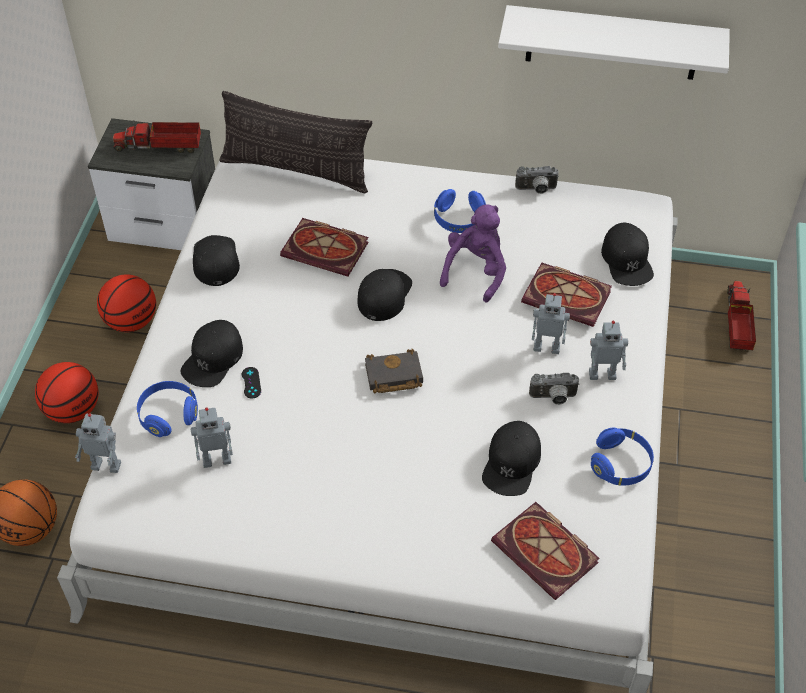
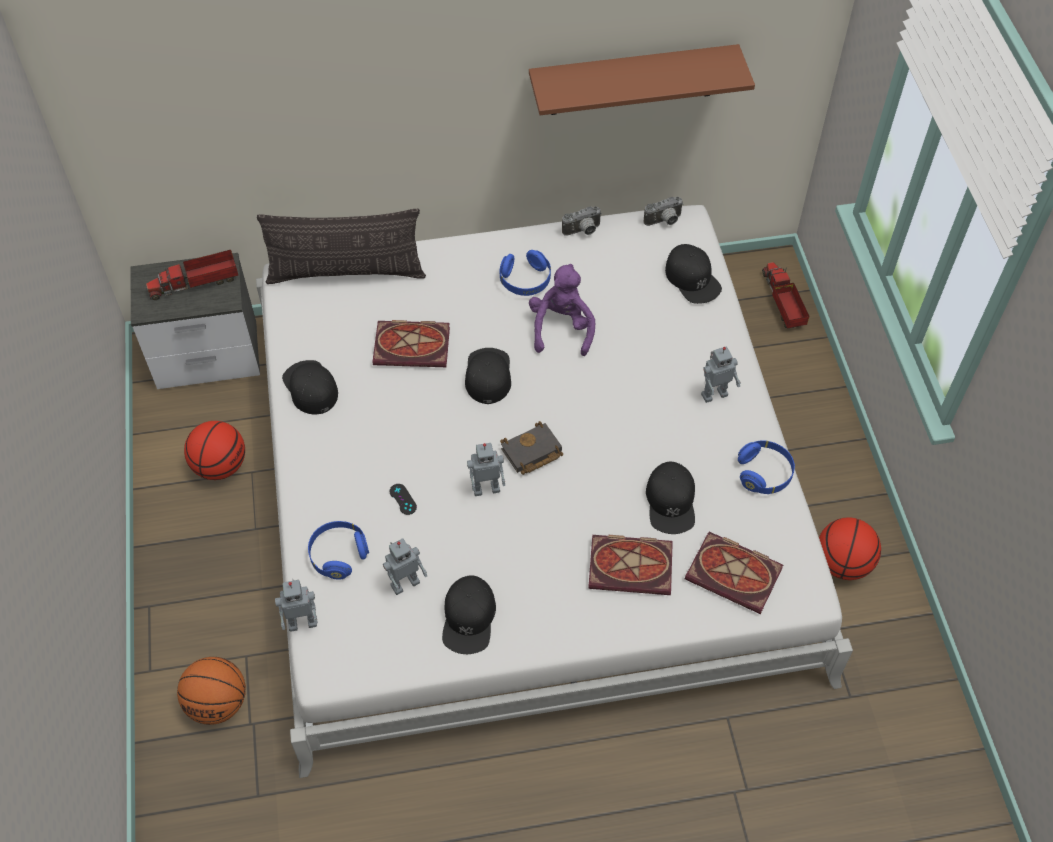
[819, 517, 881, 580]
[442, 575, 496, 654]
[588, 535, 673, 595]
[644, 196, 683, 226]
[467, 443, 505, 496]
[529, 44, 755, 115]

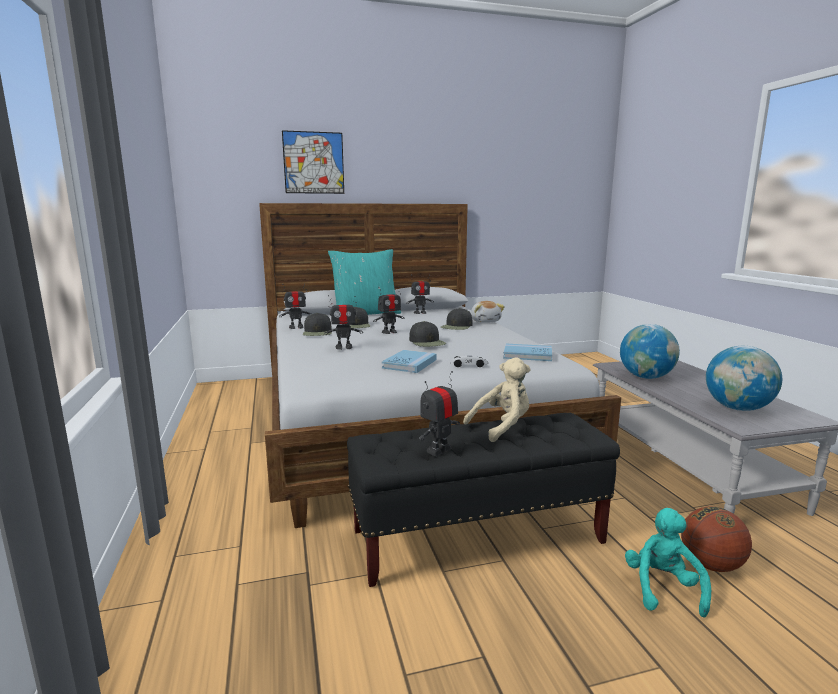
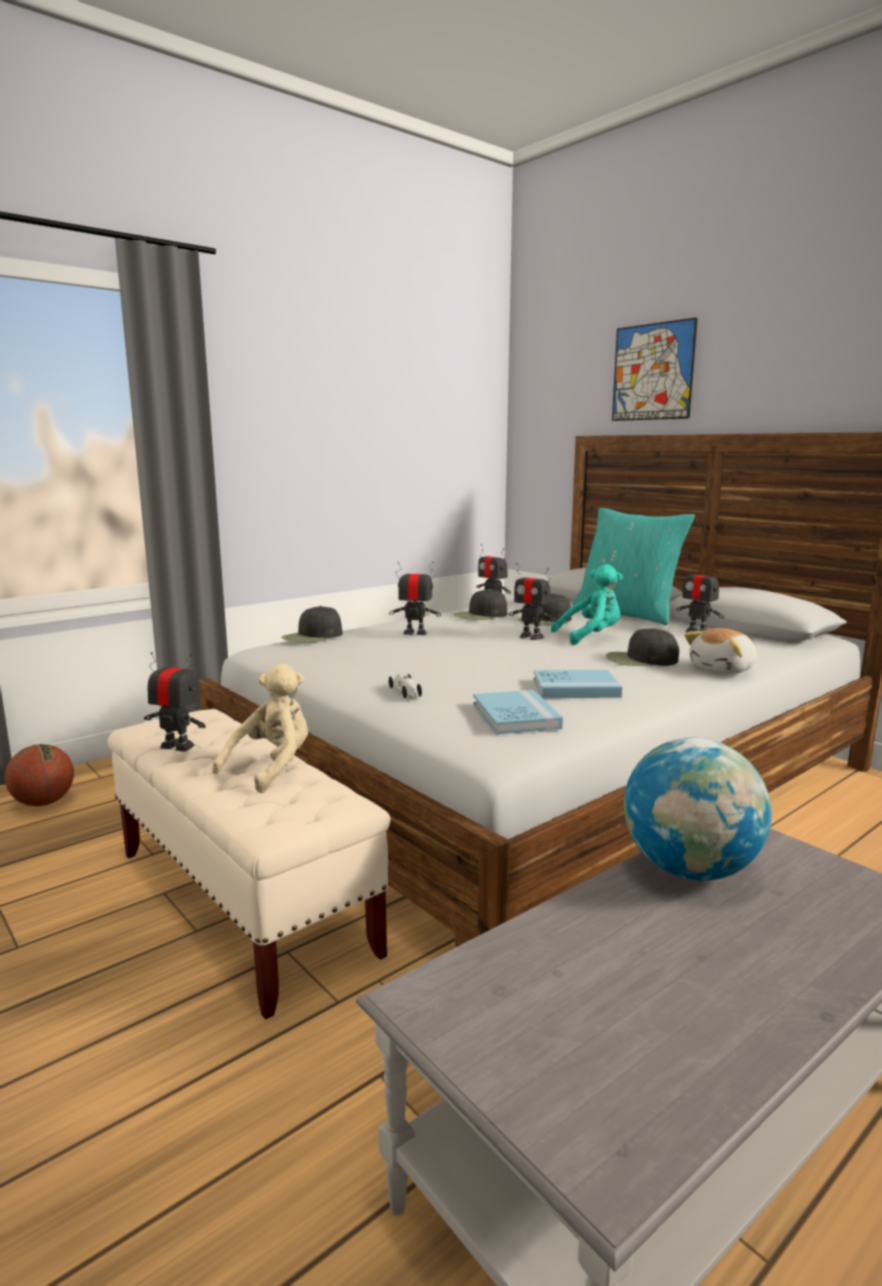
[706, 346, 782, 411] (first image)
[534, 670, 622, 698]
[282, 606, 343, 643]
[551, 564, 623, 645]
[5, 744, 74, 806]
[108, 709, 390, 1020]
[389, 562, 441, 635]
[212, 663, 308, 793]

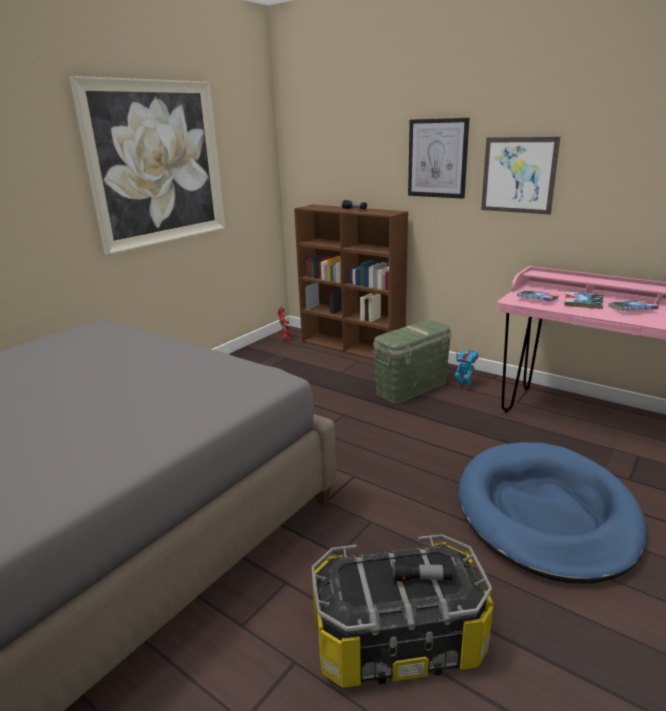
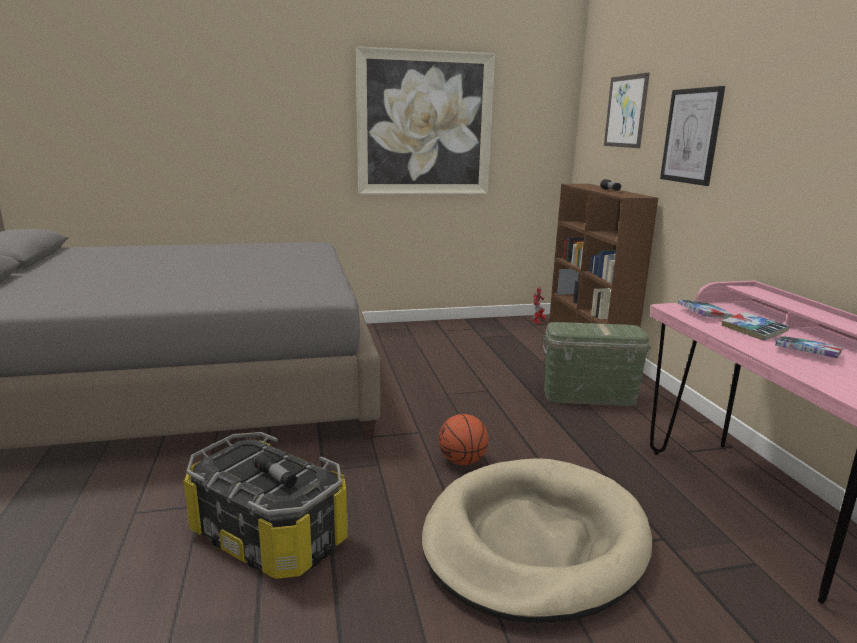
[455, 350, 479, 389] (first image)
[438, 414, 489, 465]
[604, 73, 650, 148]
[422, 458, 652, 623]

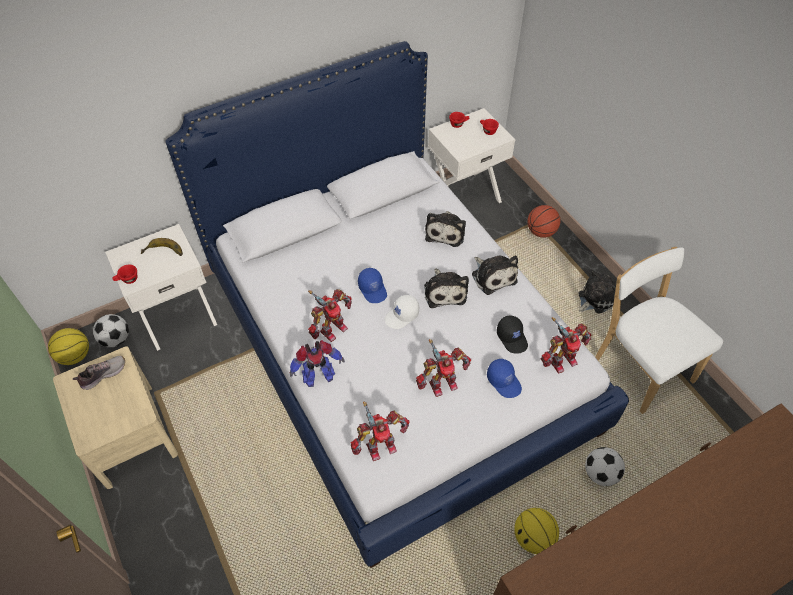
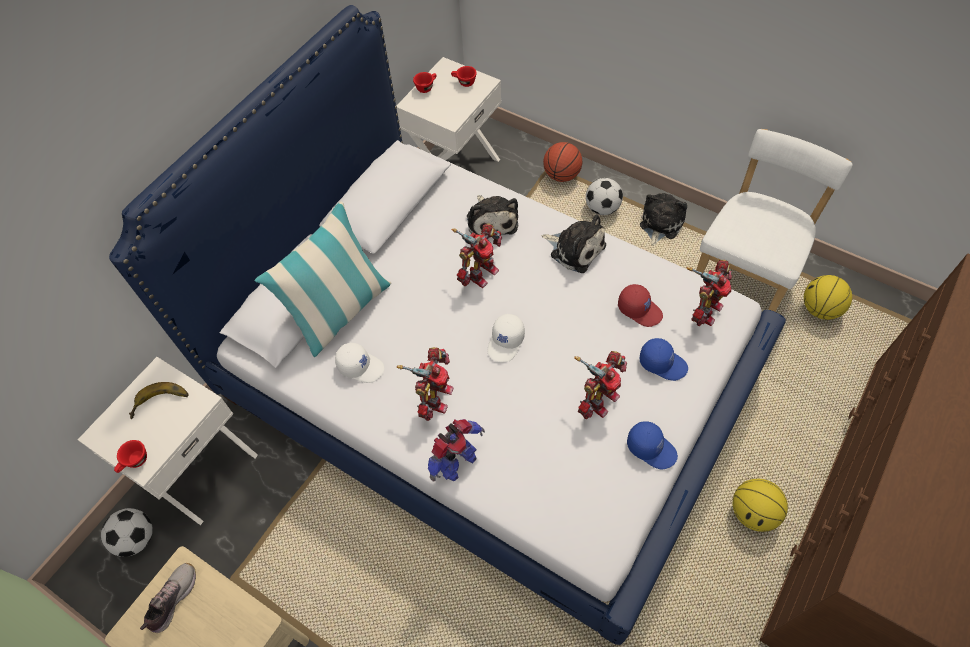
[424, 268, 469, 308] (first image)
[254, 202, 391, 357]
[335, 343, 384, 383]
[804, 275, 852, 320]
[452, 224, 502, 288]
[627, 421, 678, 470]
[586, 178, 623, 215]
[618, 284, 663, 327]
[695, 129, 852, 312]

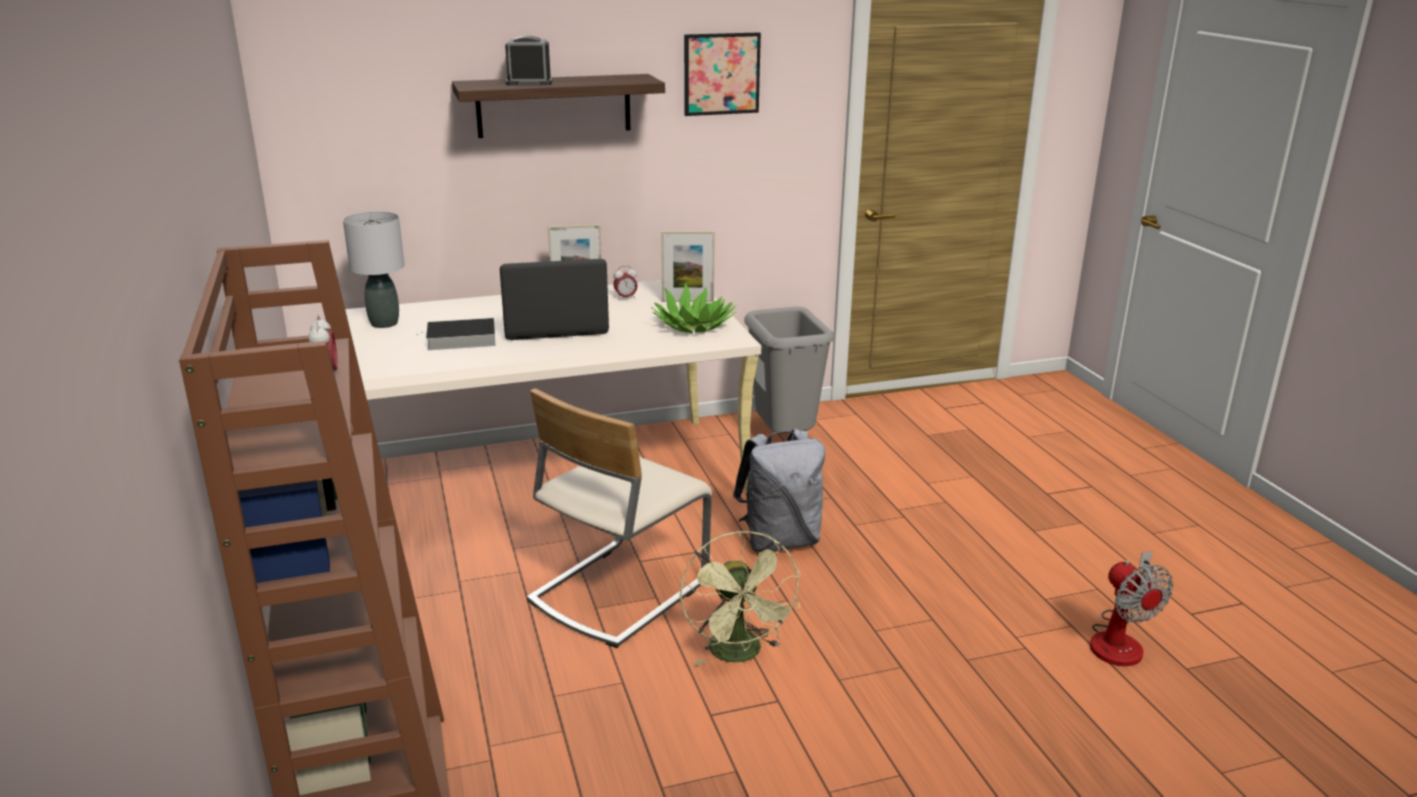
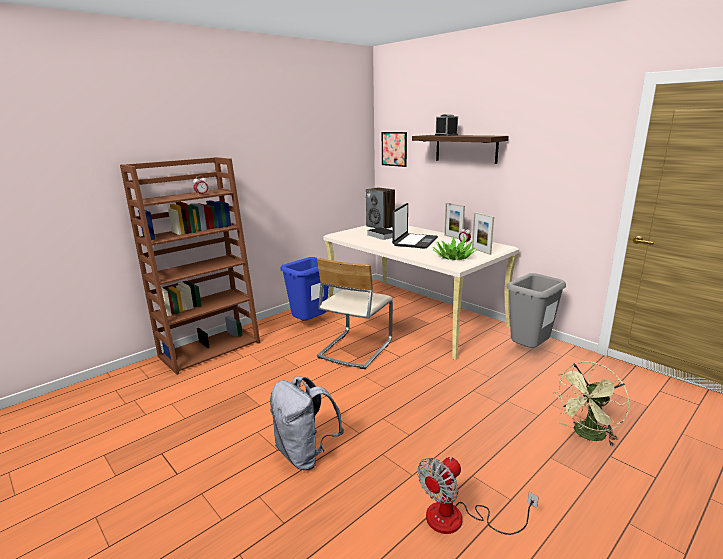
[280, 257, 329, 321]
[554, 361, 629, 447]
[382, 132, 407, 167]
[270, 376, 344, 470]
[366, 187, 395, 229]
[392, 203, 438, 249]
[317, 258, 393, 369]

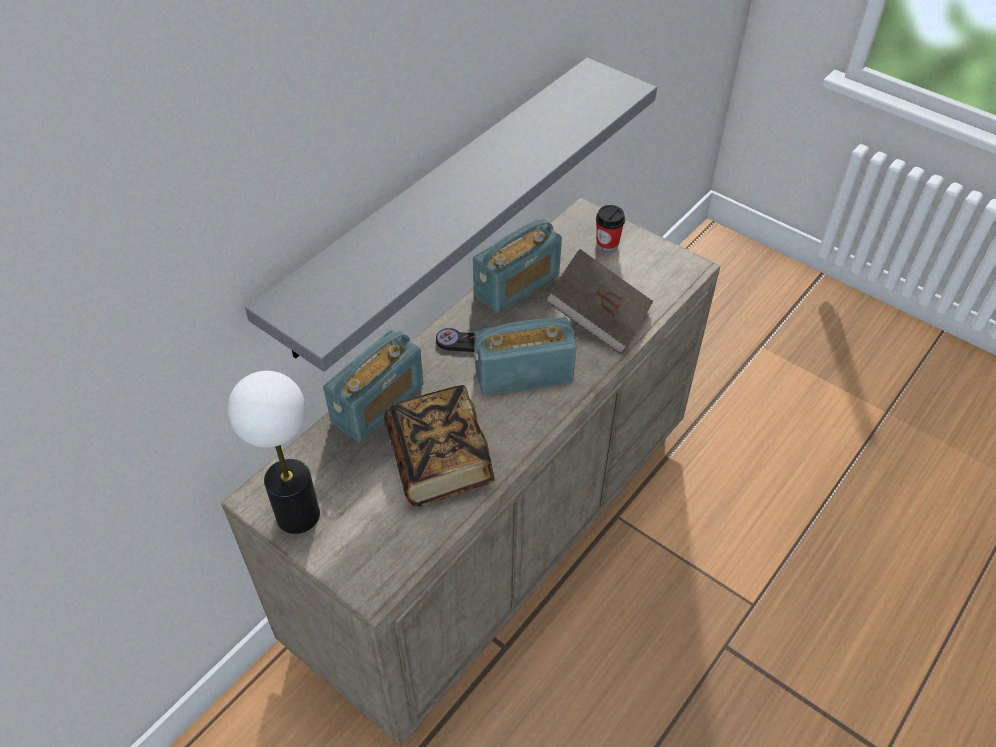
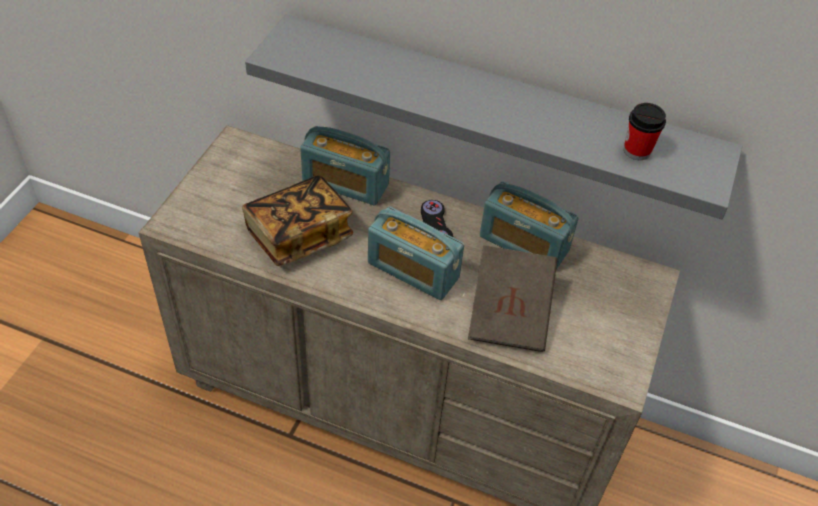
[228, 371, 320, 534] (first image)
[624, 103, 666, 160]
[368, 206, 464, 300]

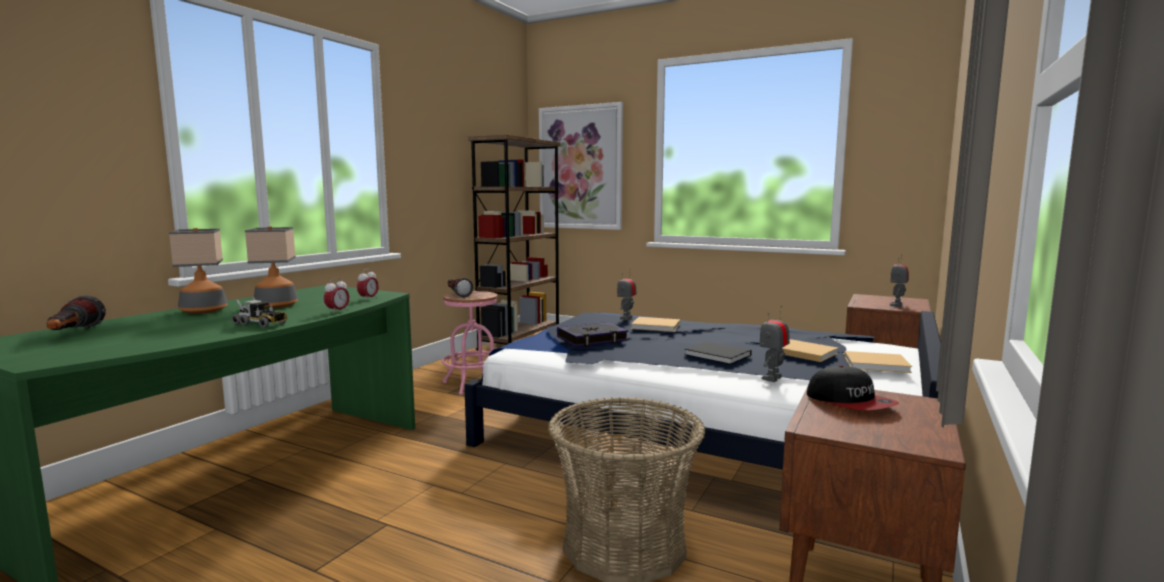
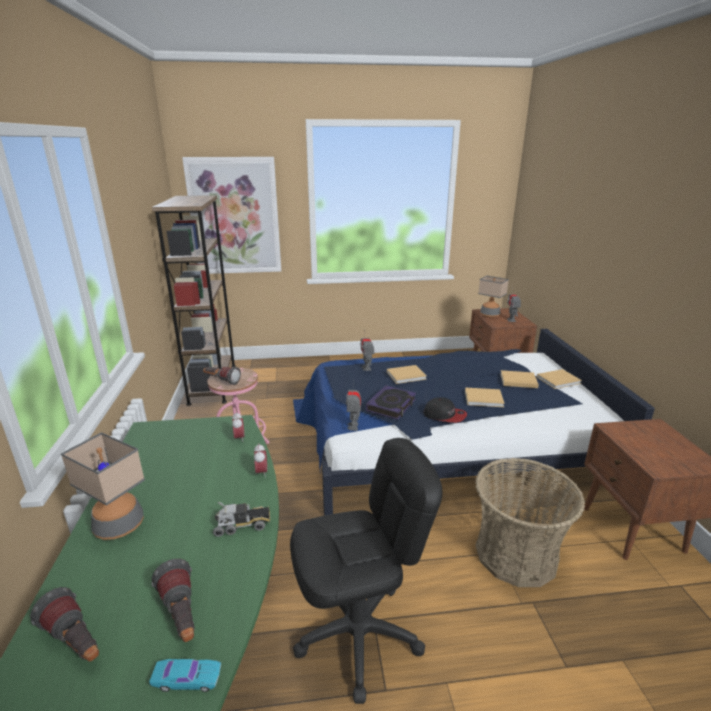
[149, 659, 221, 692]
[152, 559, 195, 642]
[290, 438, 442, 704]
[478, 276, 509, 317]
[346, 380, 361, 431]
[424, 397, 467, 423]
[465, 387, 505, 407]

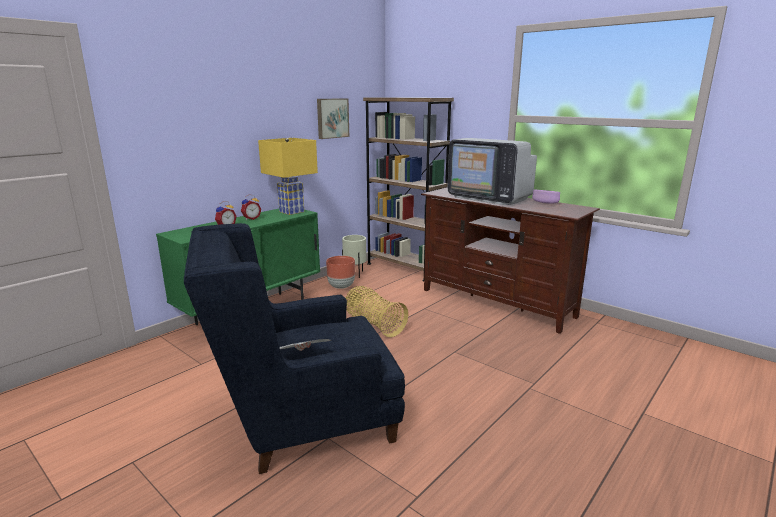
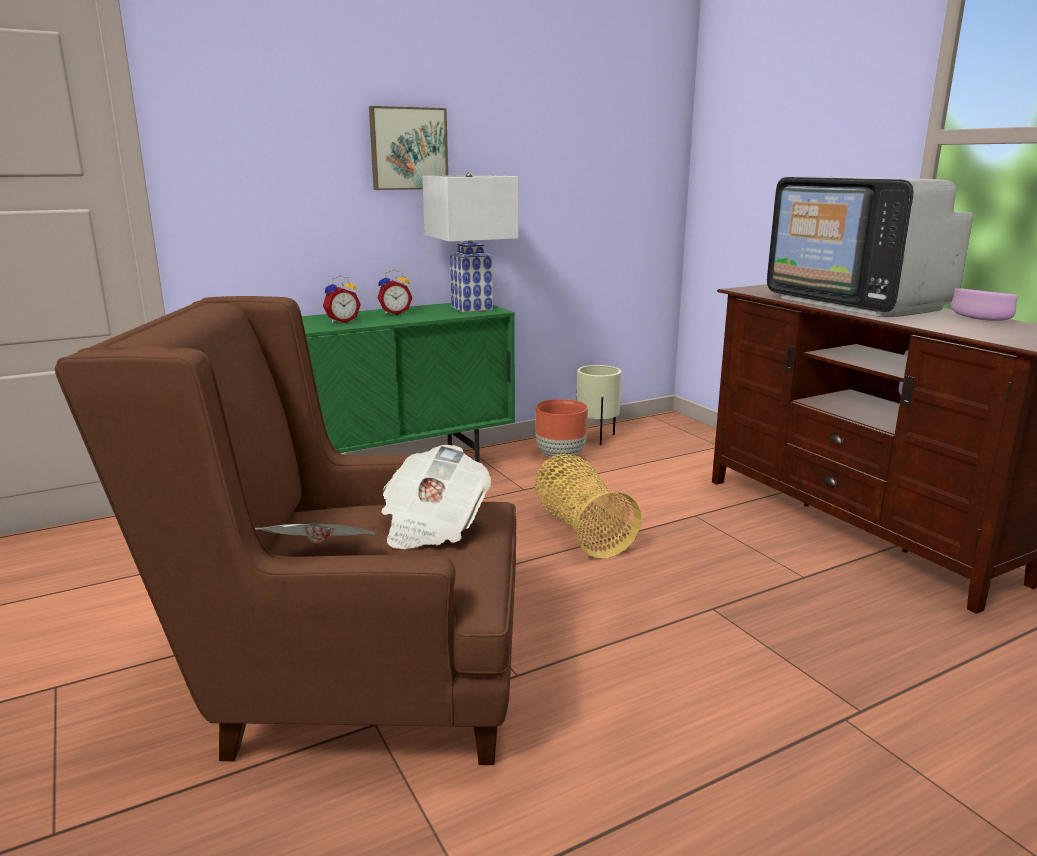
[363, 97, 454, 281] (first image)
[381, 445, 491, 549]
[369, 106, 448, 190]
[55, 296, 516, 765]
[422, 172, 518, 312]

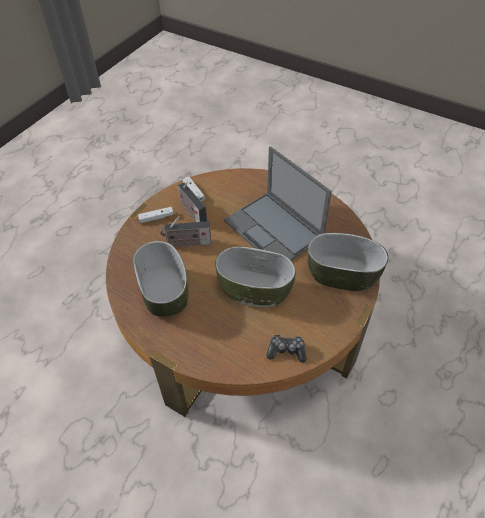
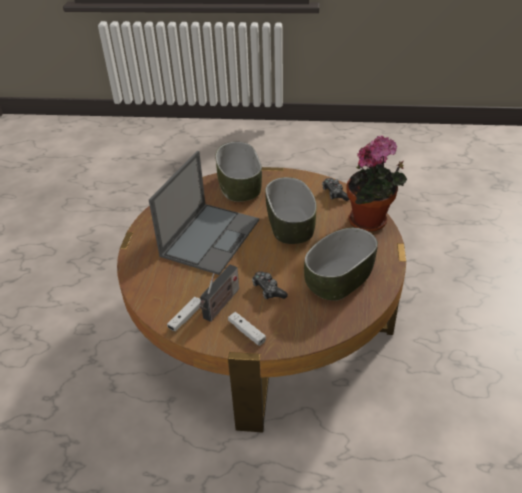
[346, 135, 407, 231]
[252, 271, 288, 299]

